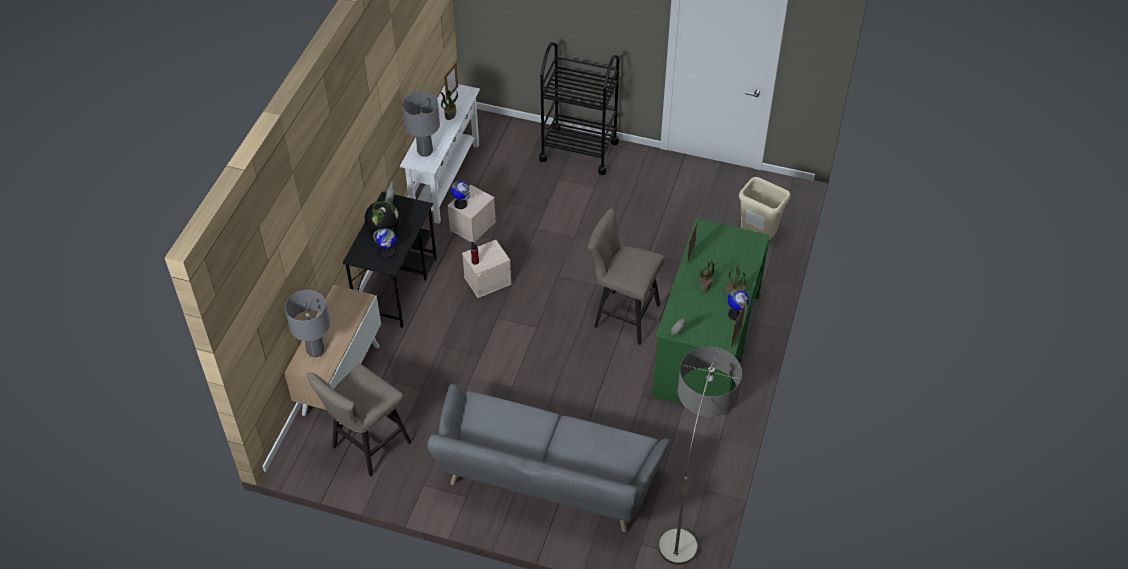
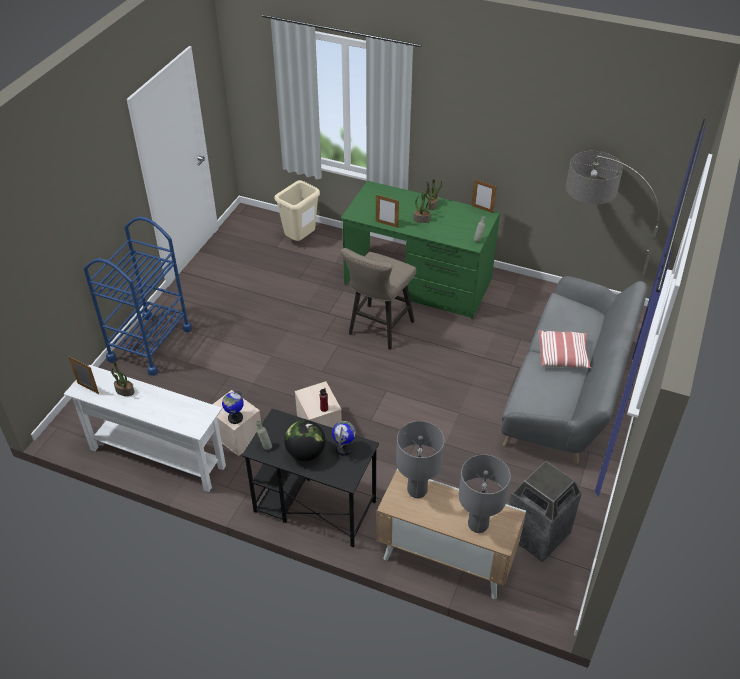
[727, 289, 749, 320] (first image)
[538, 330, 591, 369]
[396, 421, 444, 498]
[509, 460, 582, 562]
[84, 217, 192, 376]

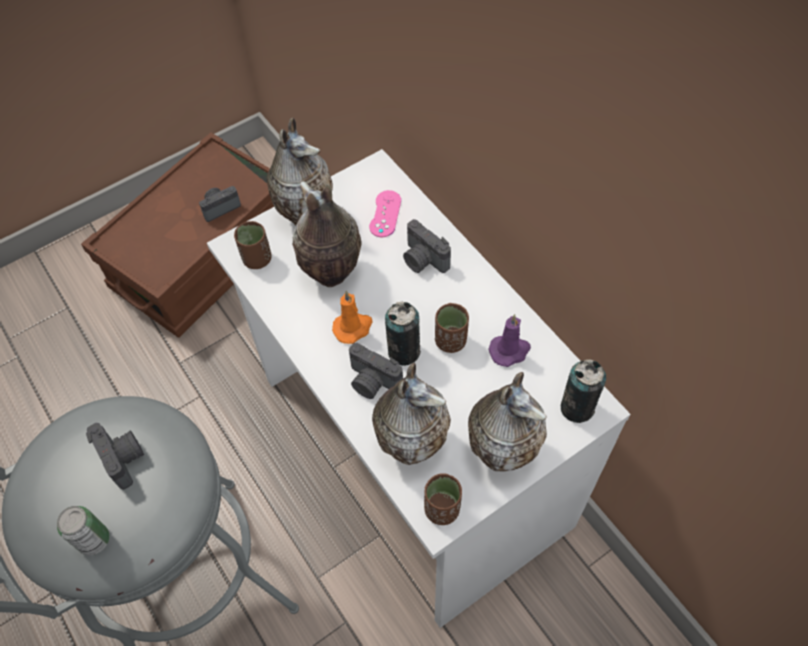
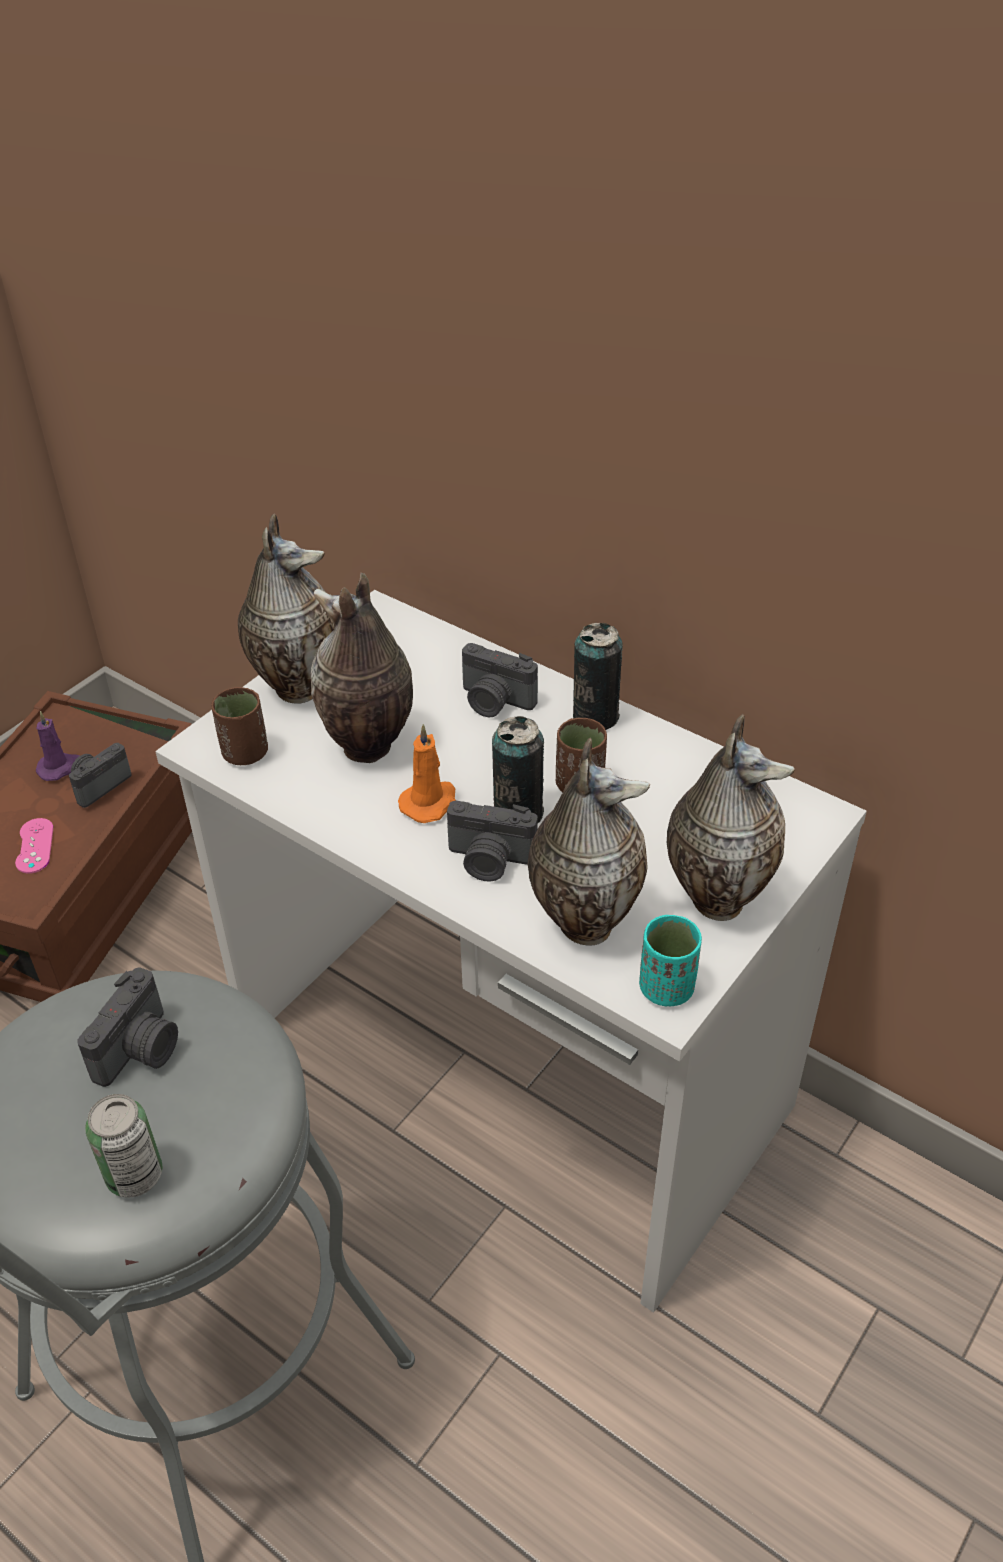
[15, 818, 53, 874]
[36, 711, 80, 781]
[573, 623, 623, 730]
[639, 915, 702, 1007]
[77, 967, 178, 1087]

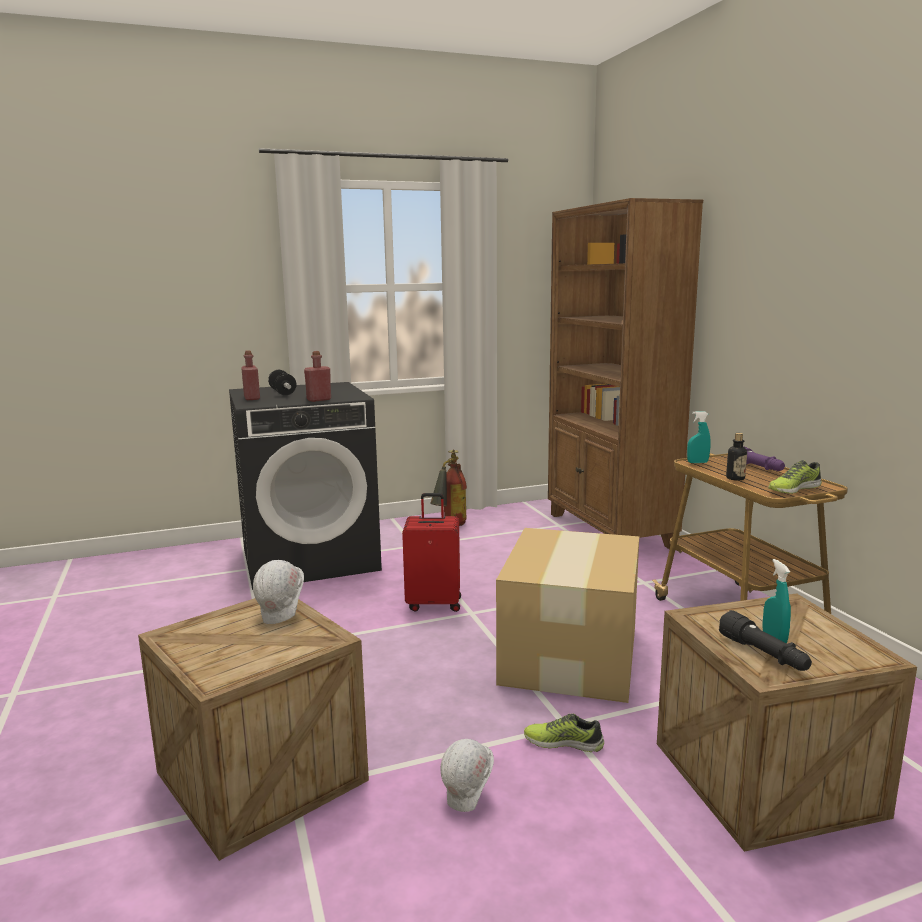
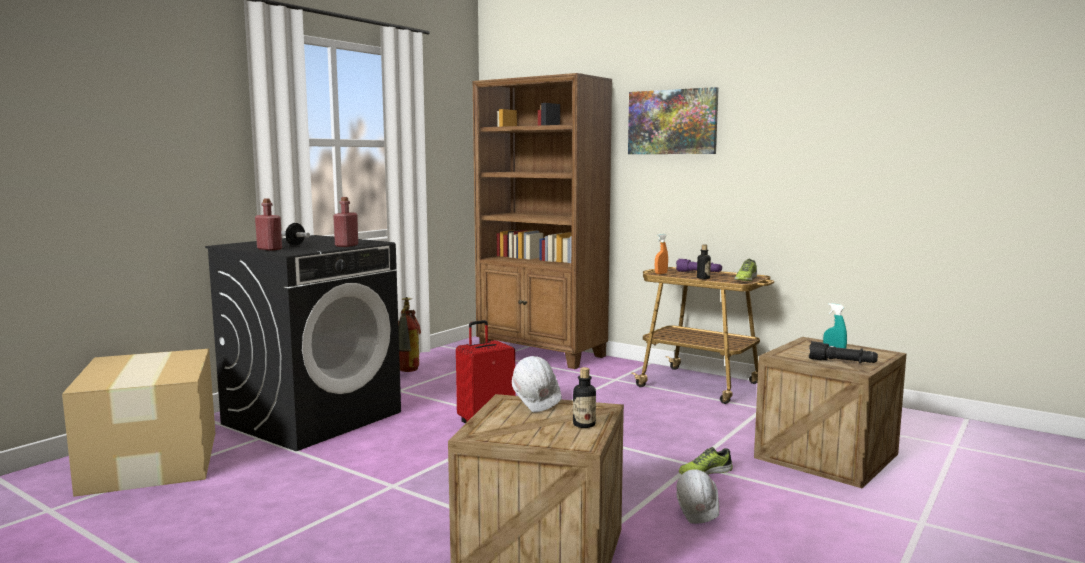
[573, 367, 596, 428]
[628, 87, 718, 154]
[62, 349, 215, 497]
[655, 234, 668, 274]

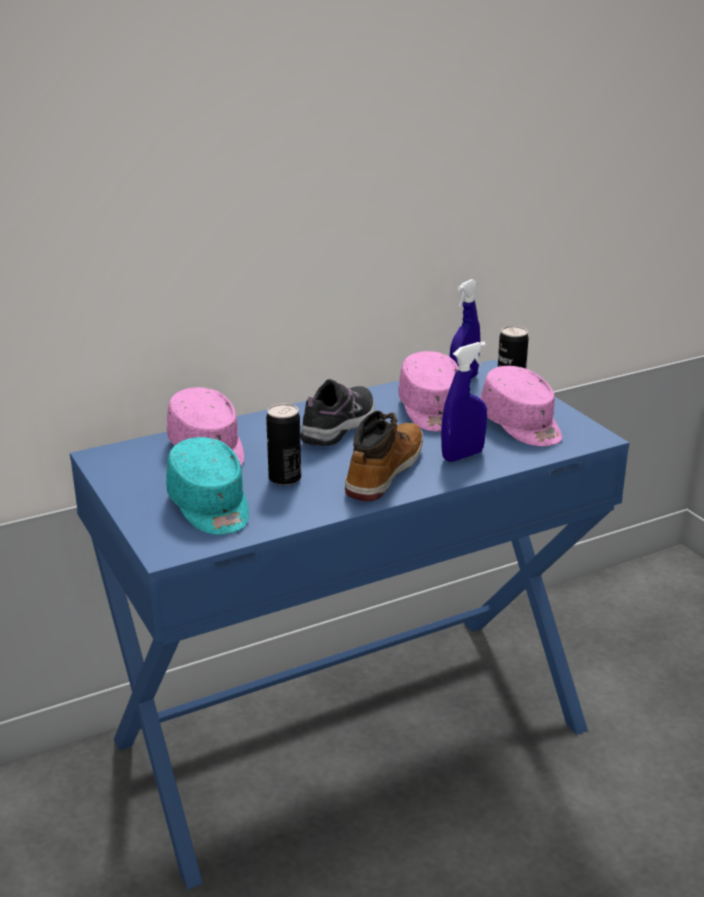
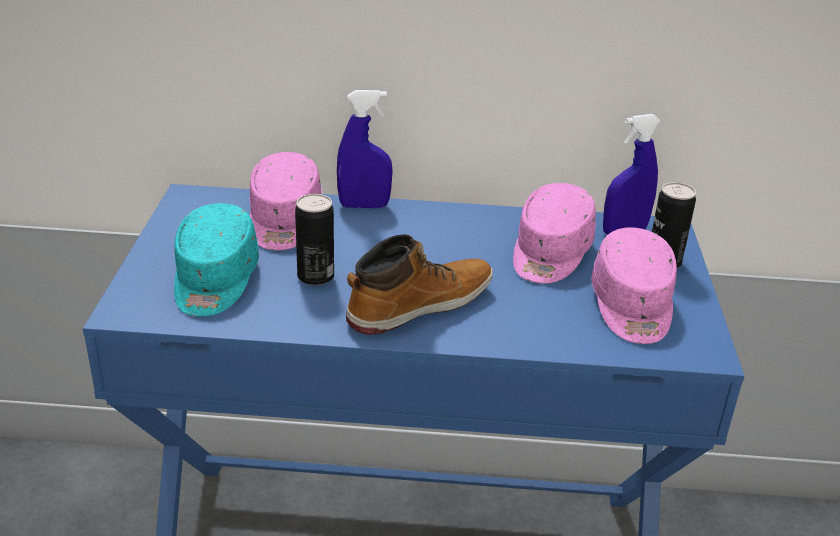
[300, 379, 375, 446] (first image)
[337, 90, 393, 208]

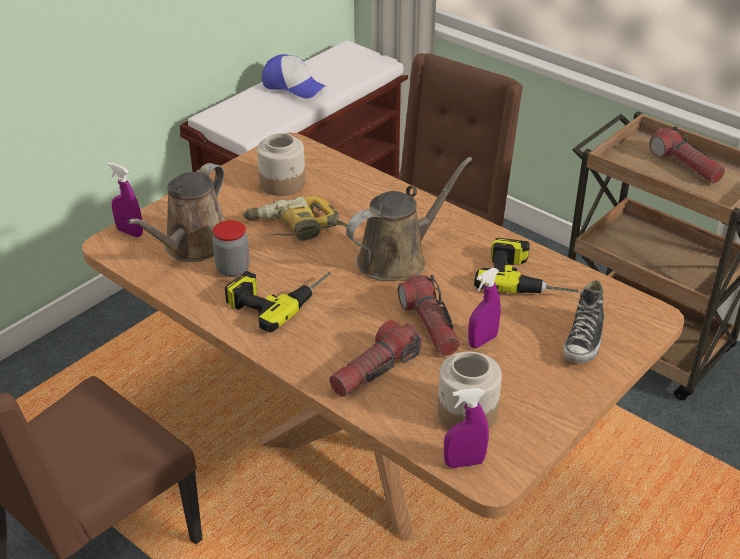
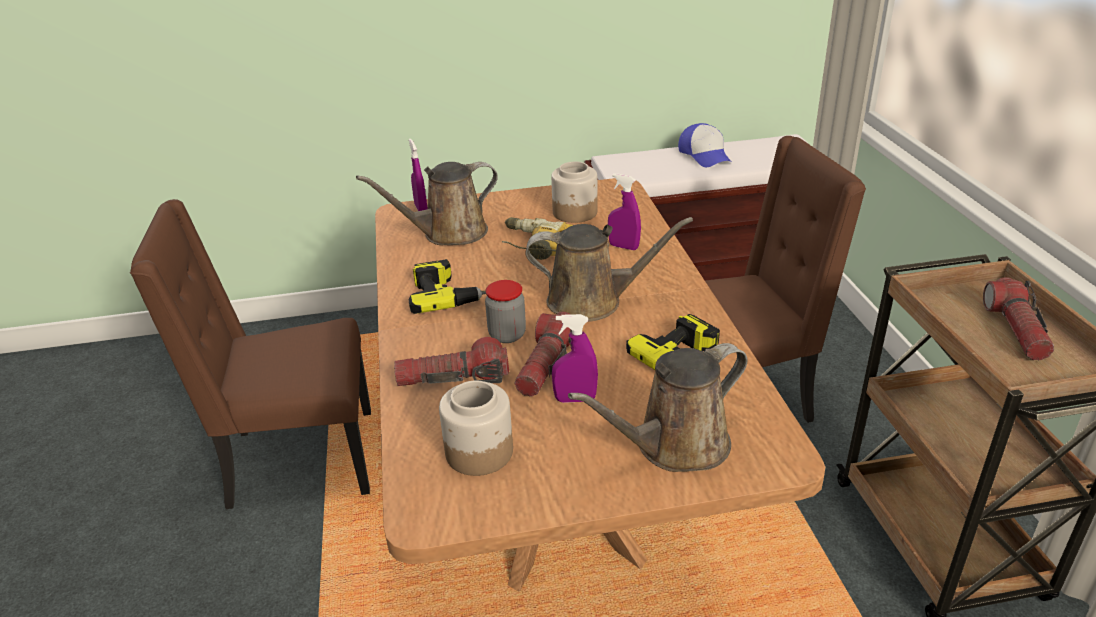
[485, 280, 526, 343]
[608, 173, 641, 250]
[568, 343, 747, 472]

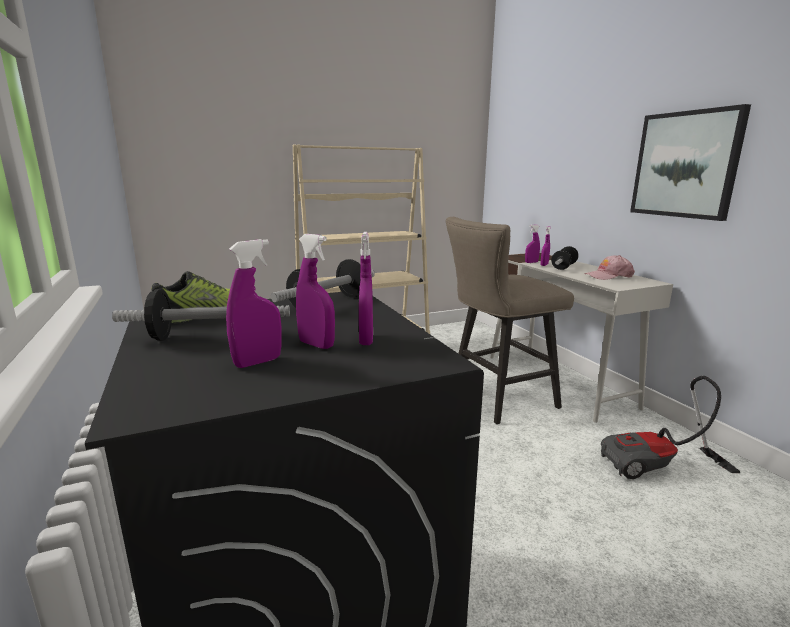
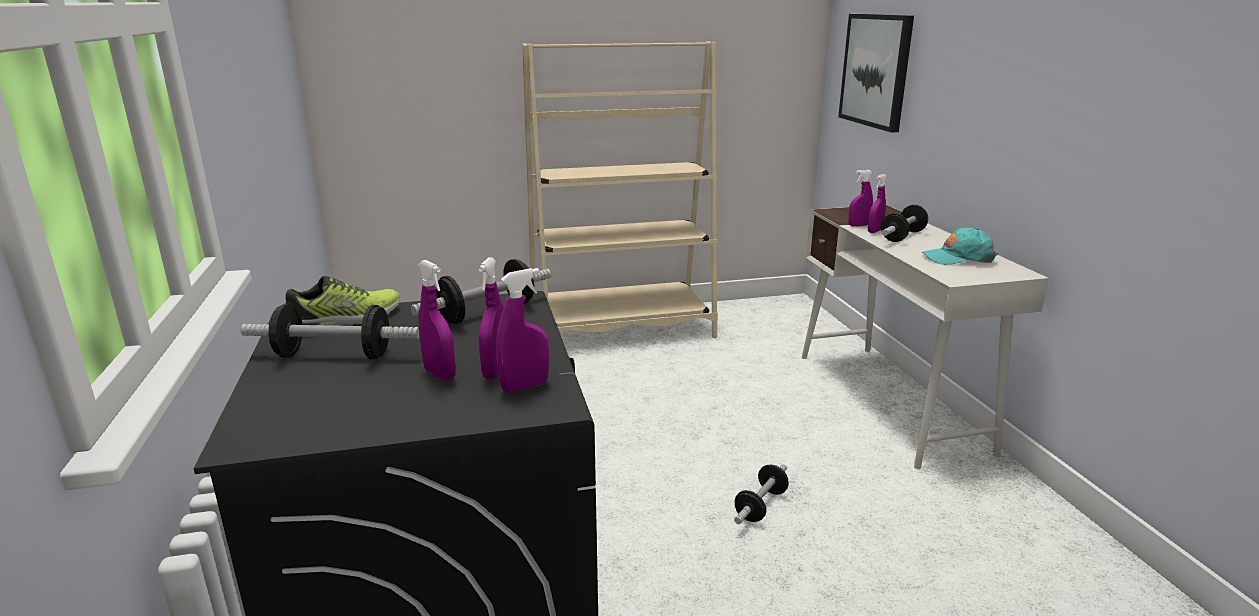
[446, 217, 574, 424] (first image)
[601, 376, 740, 479] (first image)
[734, 464, 789, 524]
[496, 268, 549, 392]
[838, 14, 914, 133]
[922, 228, 998, 265]

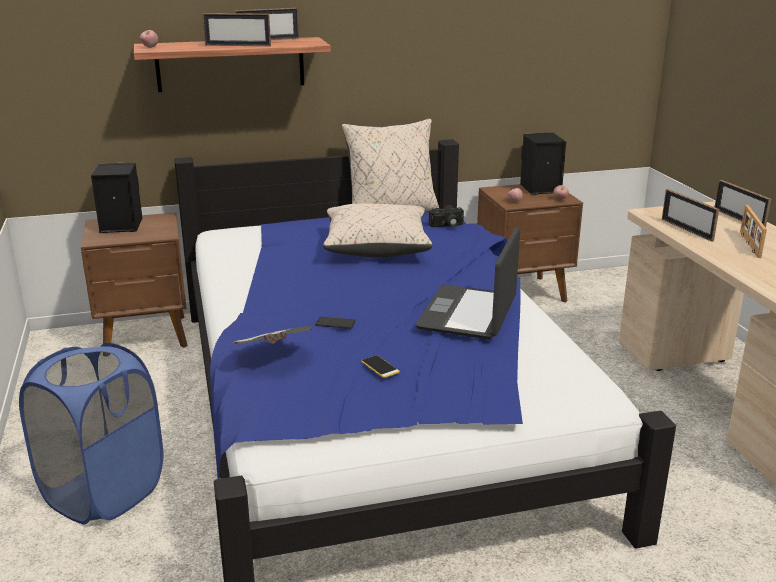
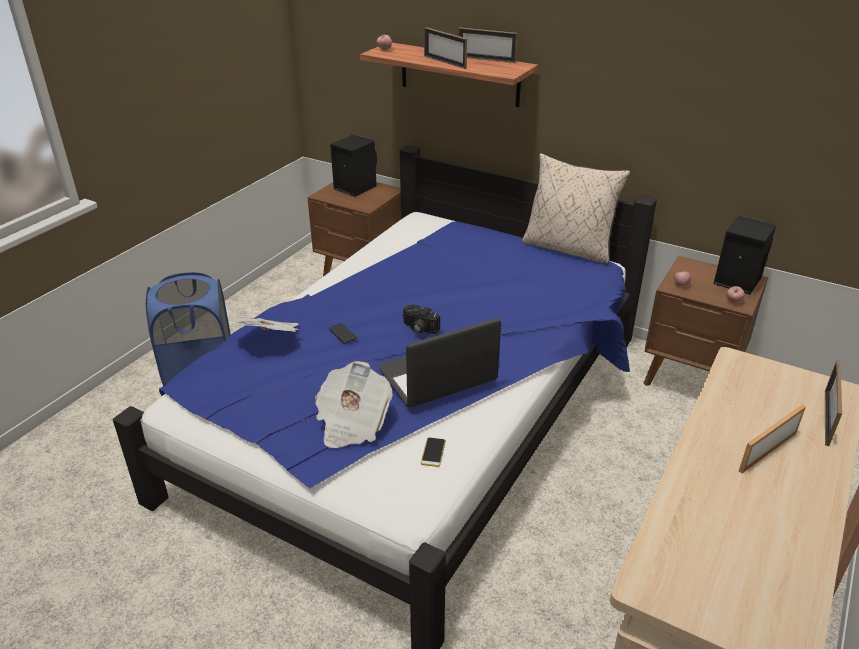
[323, 203, 433, 258] (first image)
[662, 189, 719, 242] (first image)
[315, 361, 393, 448]
[421, 437, 446, 467]
[402, 304, 440, 334]

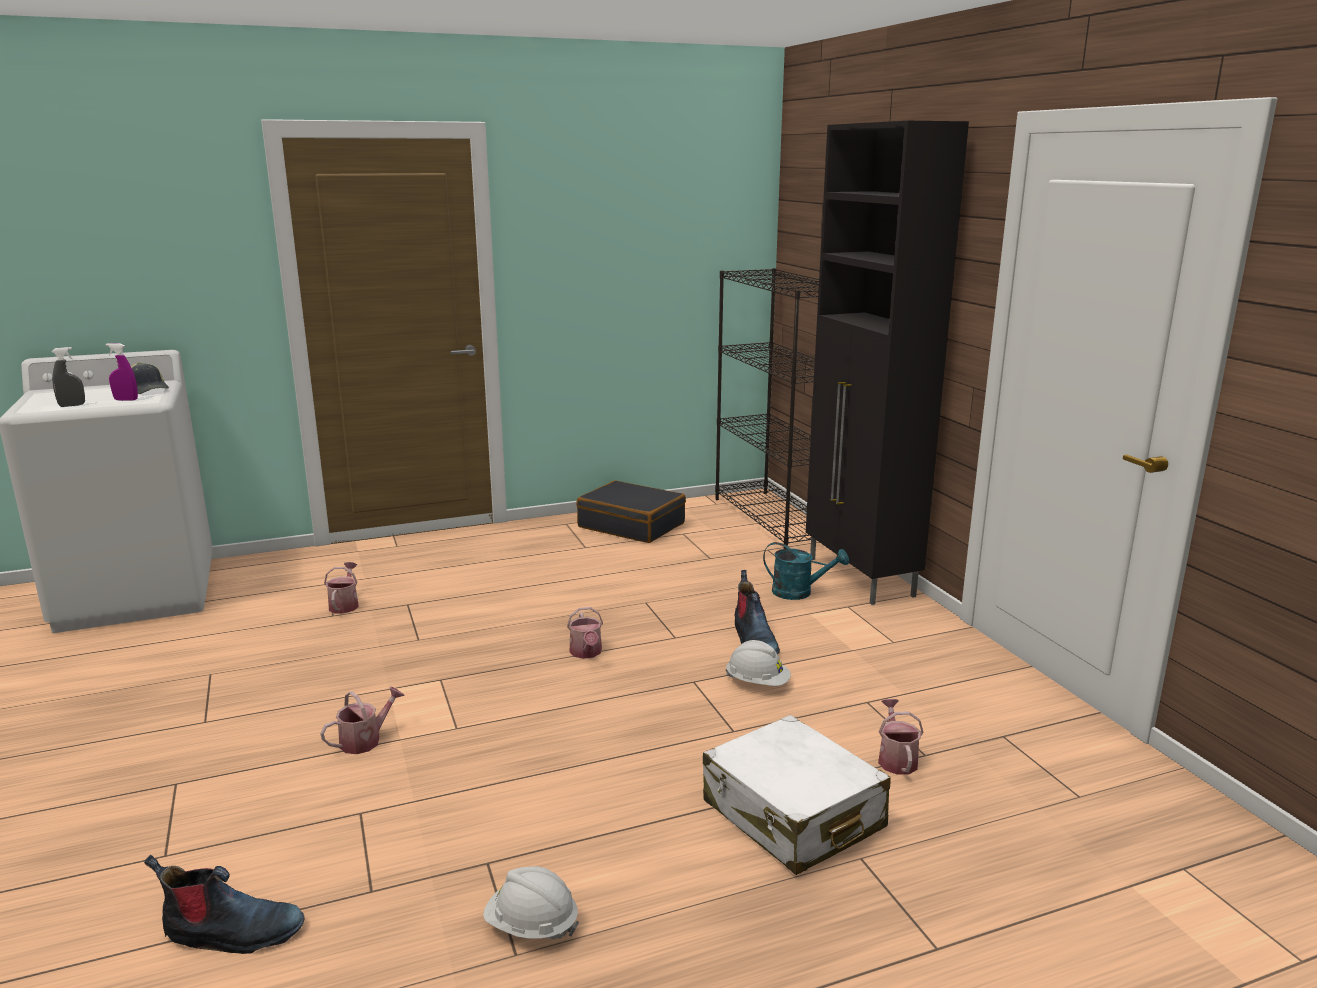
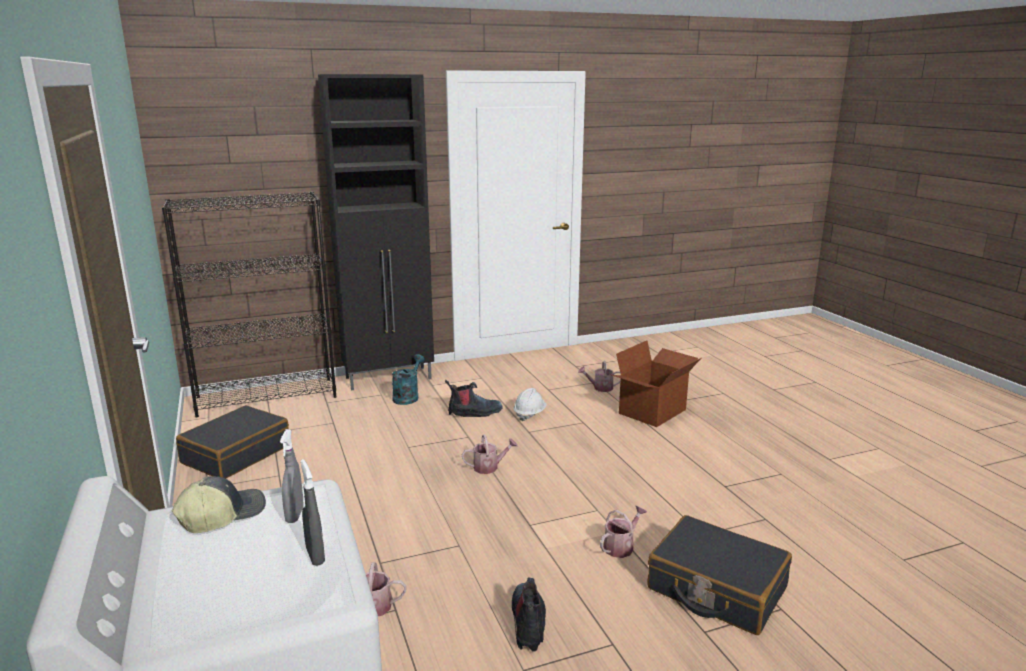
[483, 866, 579, 939] (first image)
[648, 515, 792, 635]
[512, 578, 546, 652]
[612, 340, 701, 427]
[280, 429, 303, 523]
[600, 506, 647, 558]

